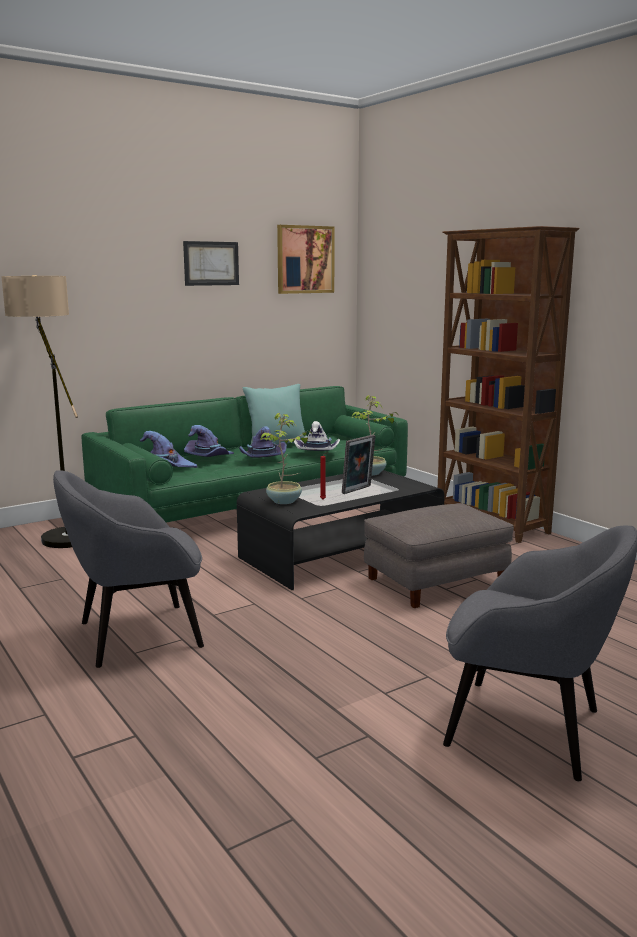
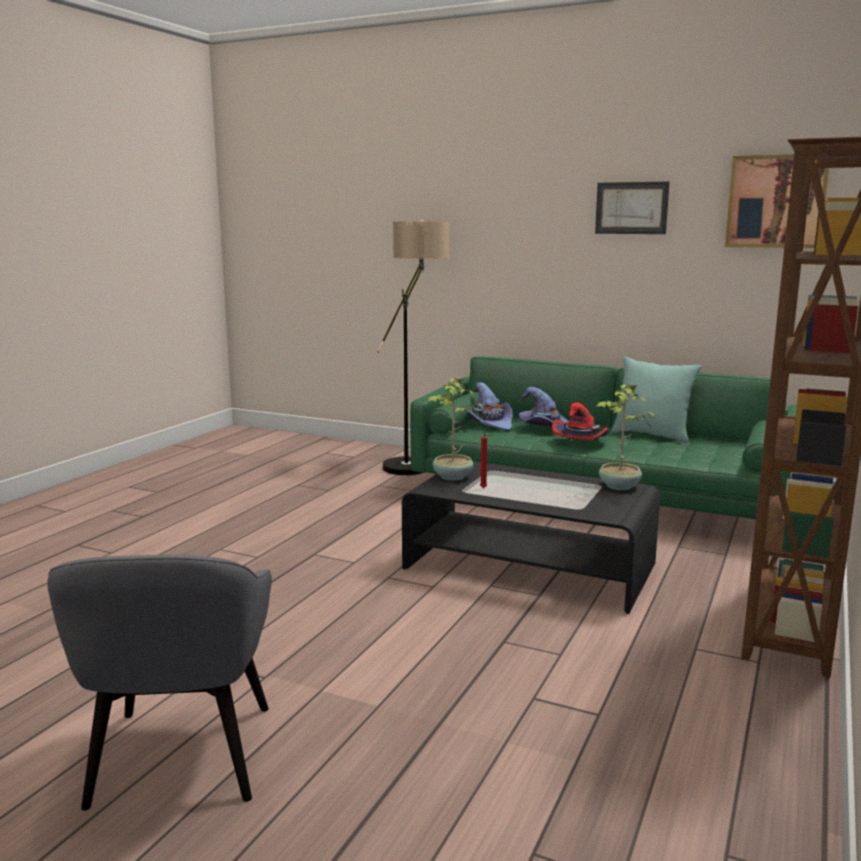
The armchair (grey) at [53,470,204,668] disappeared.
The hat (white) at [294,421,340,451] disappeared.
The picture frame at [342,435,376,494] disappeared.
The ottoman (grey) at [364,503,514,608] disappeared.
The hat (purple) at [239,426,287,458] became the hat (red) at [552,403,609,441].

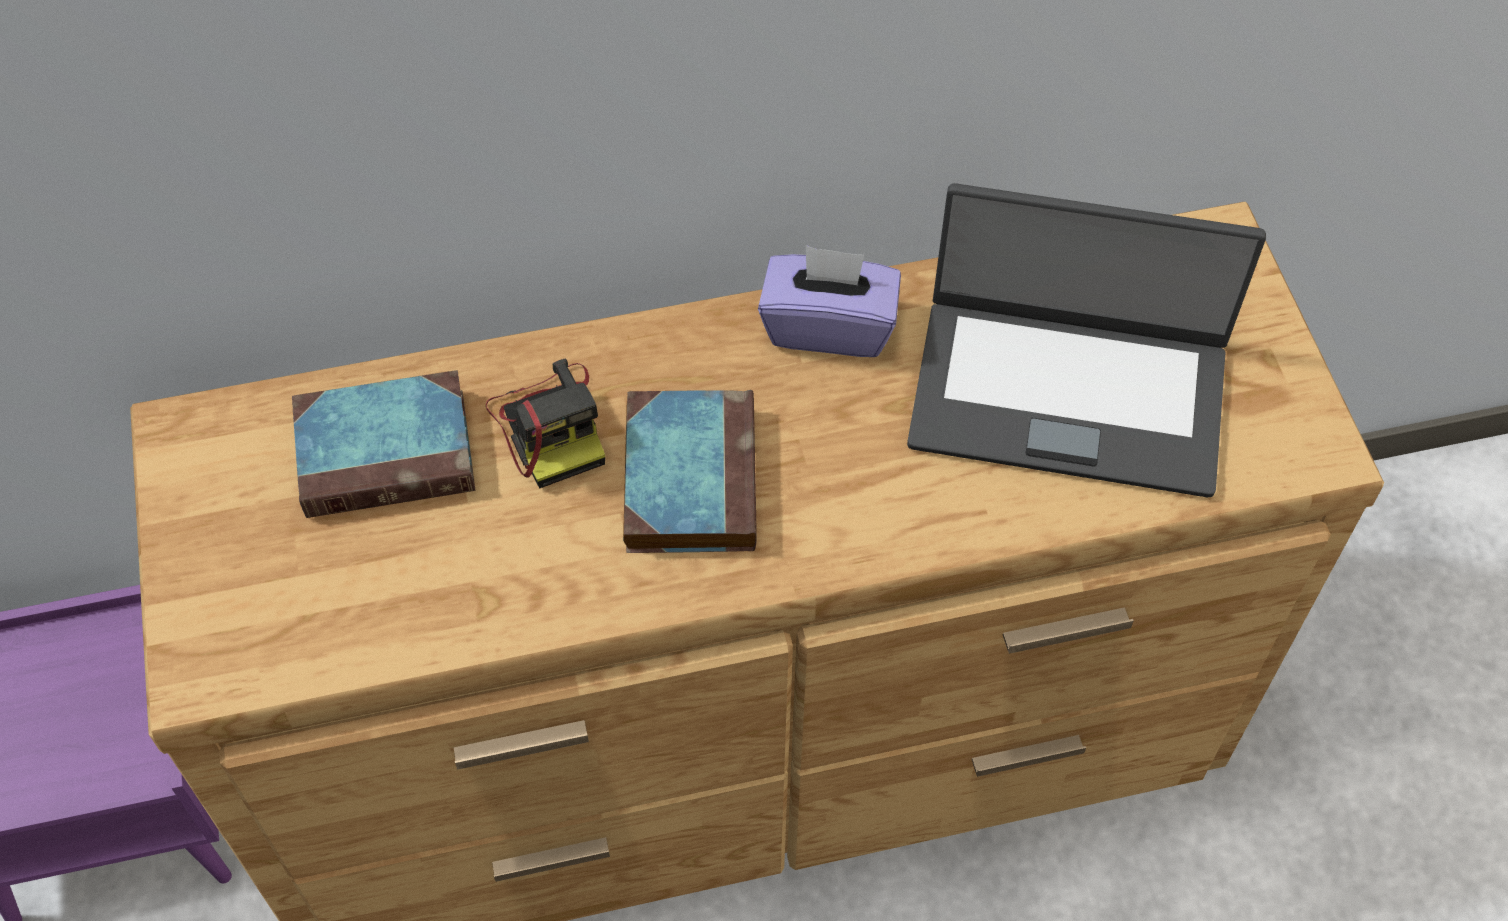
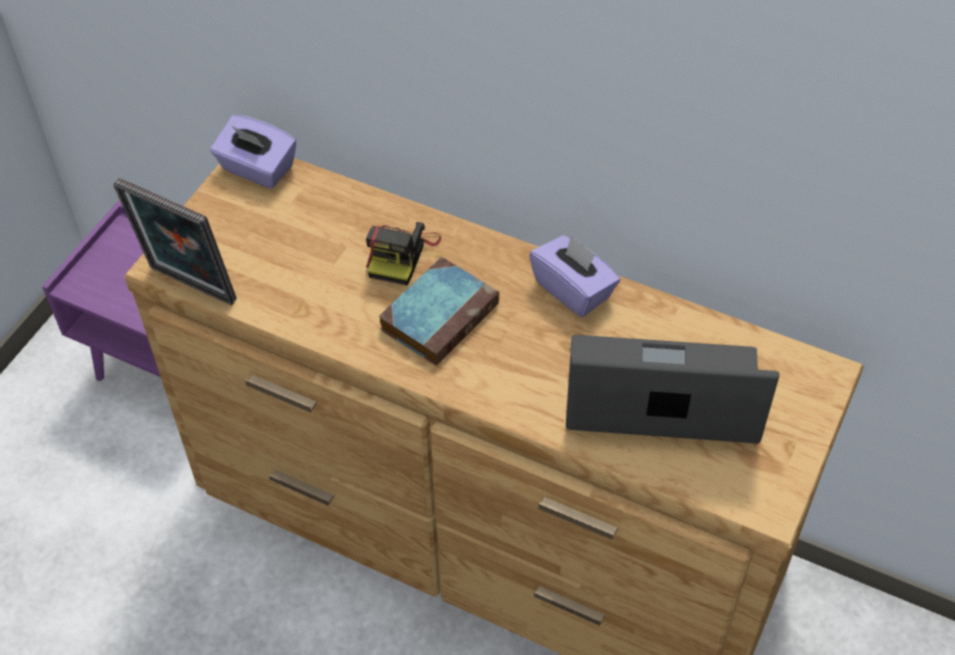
The book at [292,370,475,518] disappeared.
The picture frame at [113,178,237,305] appeared.
The tissue box (purple) at [210,115,296,189] appeared.
The laptop at [907,183,1266,497] turned 135 degrees clockwise.

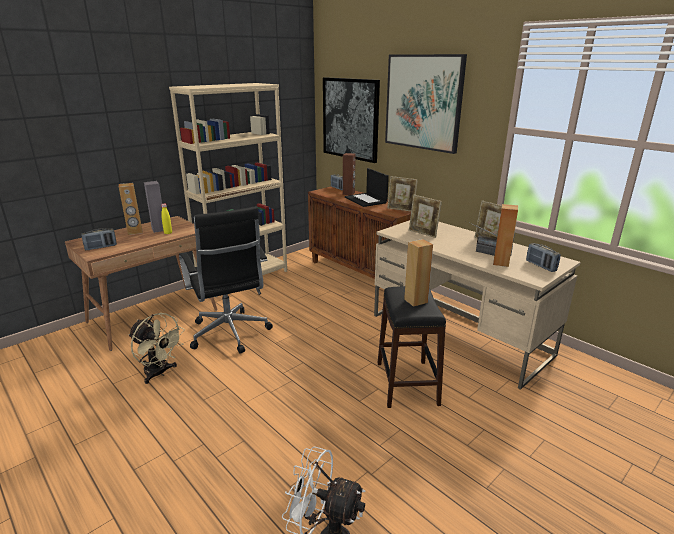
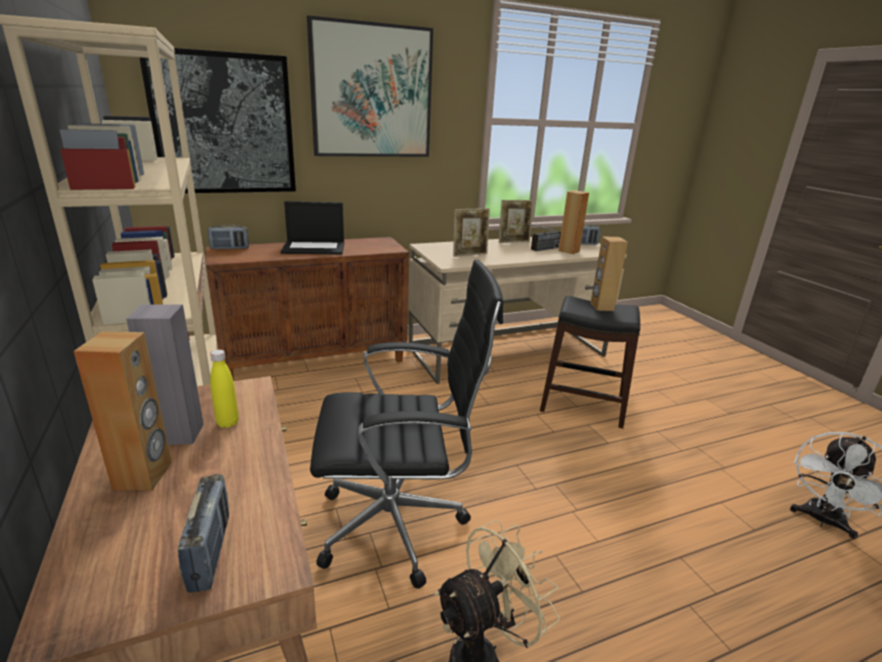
The speaker (brown) at [343,153,356,195] disappeared.
The picture frame at [388,176,418,212] disappeared.

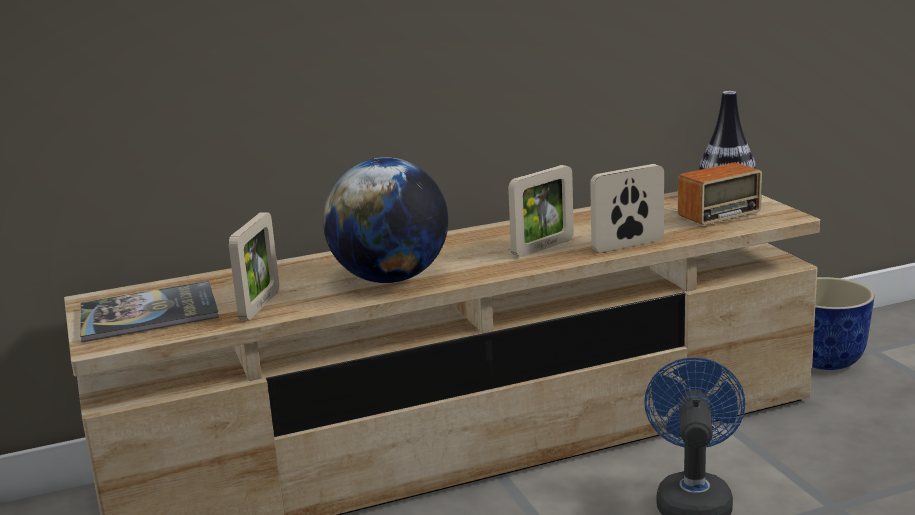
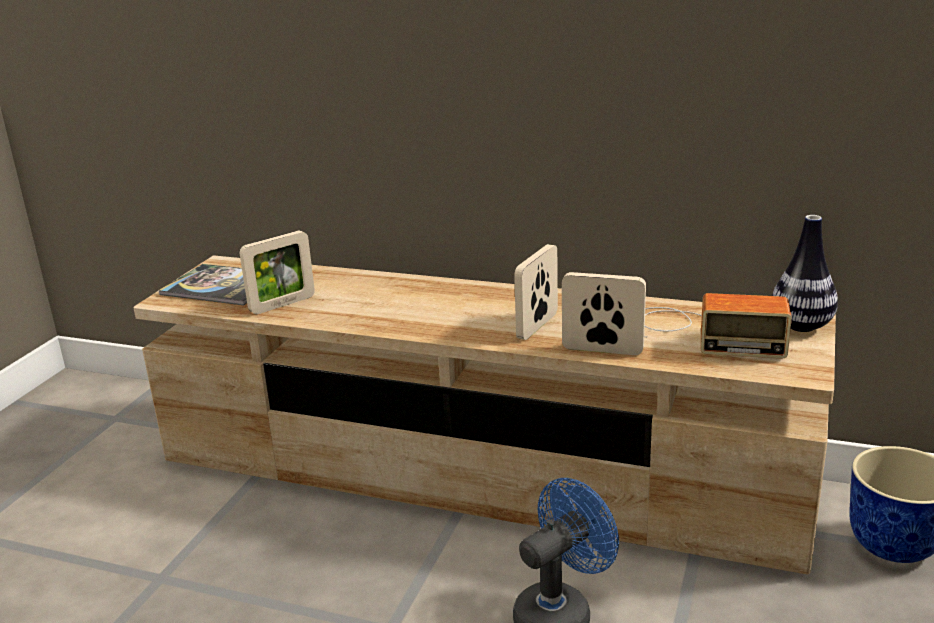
The globe at [323,157,448,283] disappeared.
The picture frame at [508,165,574,257] turned 120 degrees clockwise.

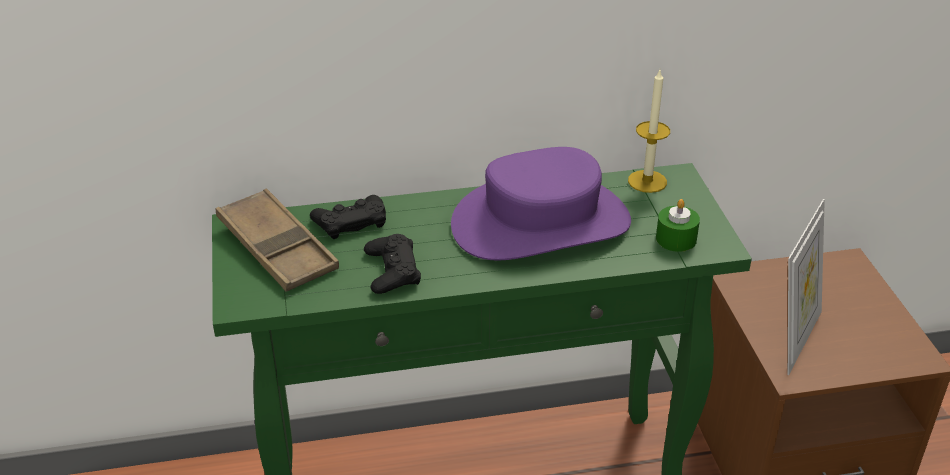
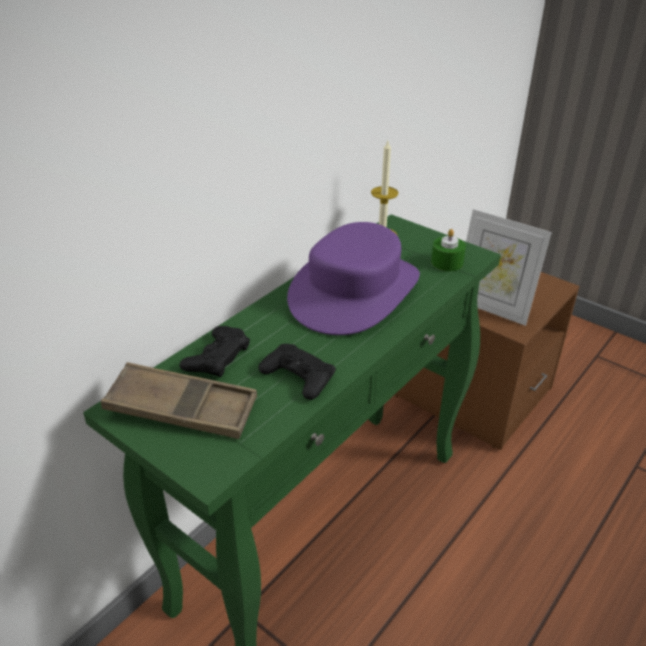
The picture frame at [788,199,825,375] turned 135 degrees clockwise.

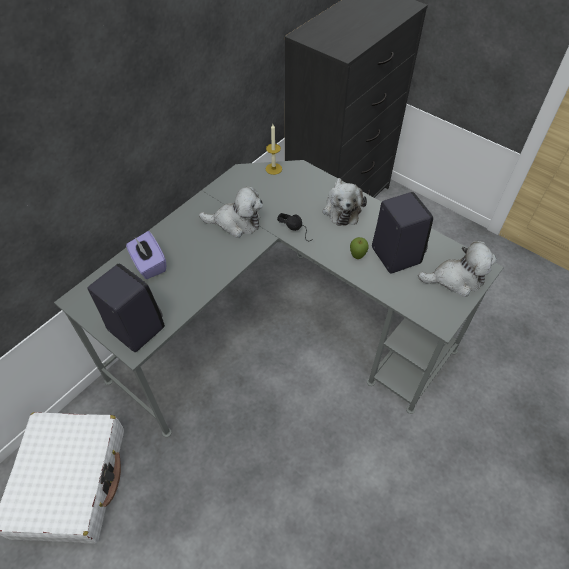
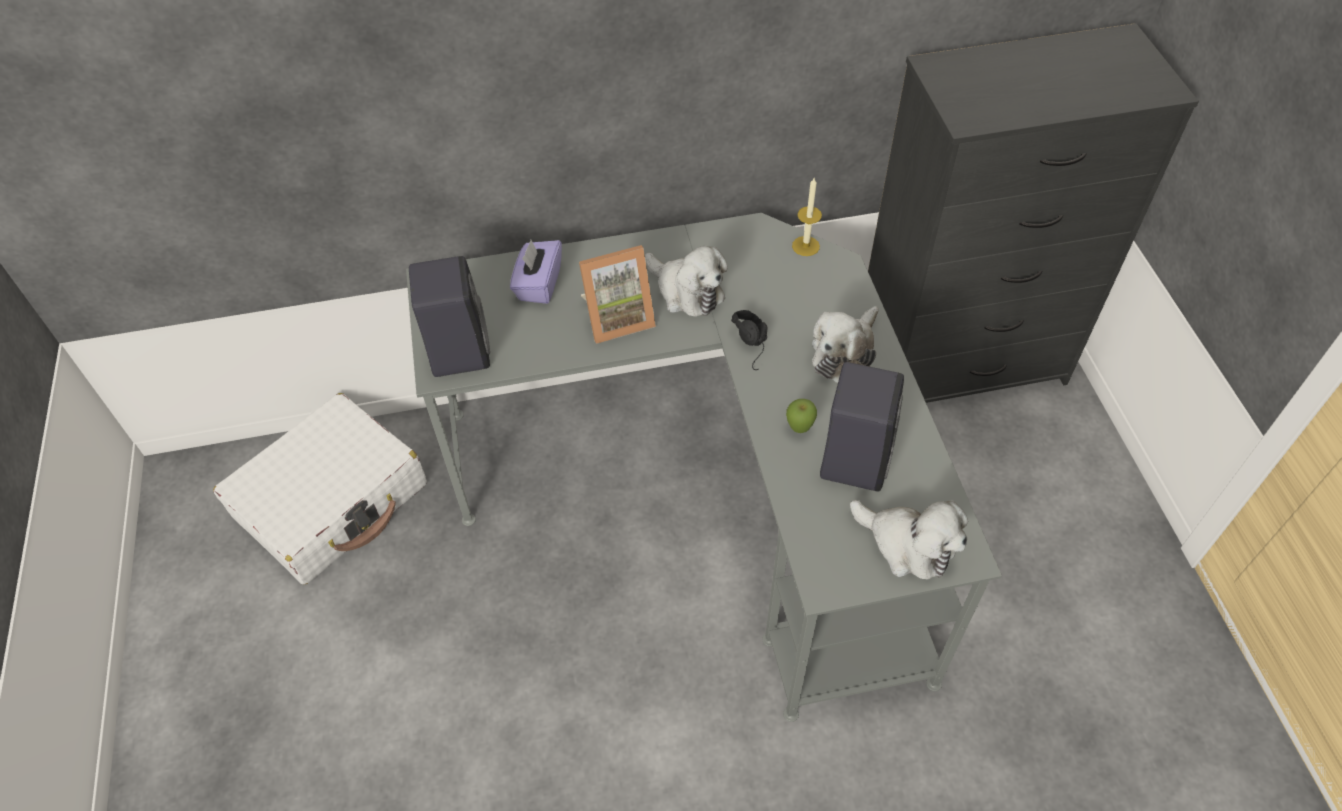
The picture frame at [579,245,656,344] appeared.

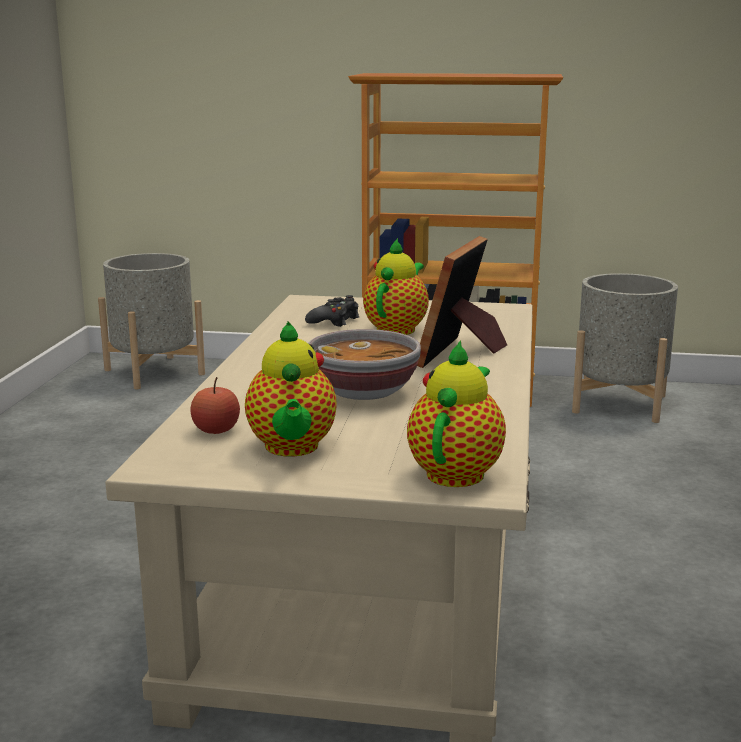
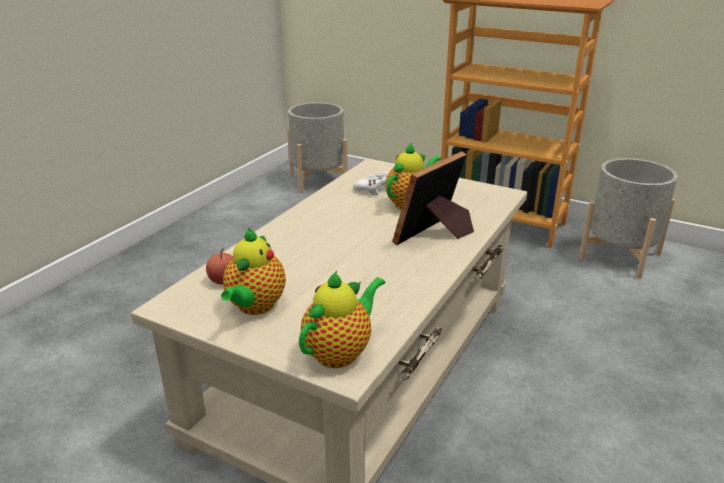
The bowl at [308,329,421,400] disappeared.
The game controller (black) at [305,295,359,327] became the game controller (white) at [353,172,389,195].

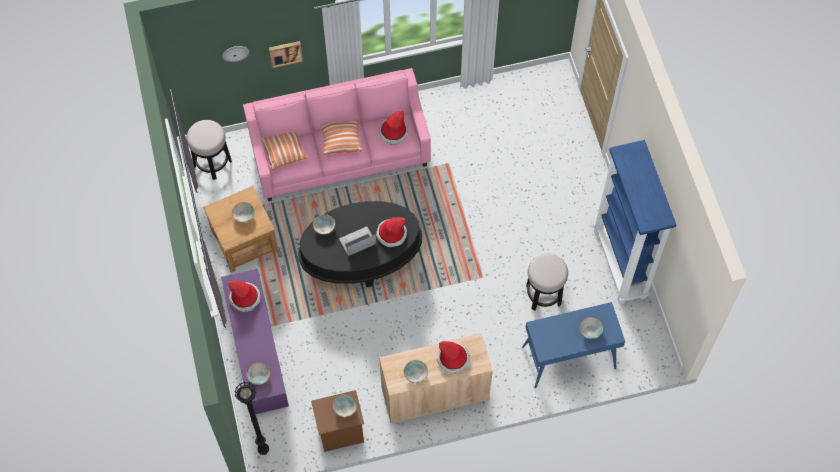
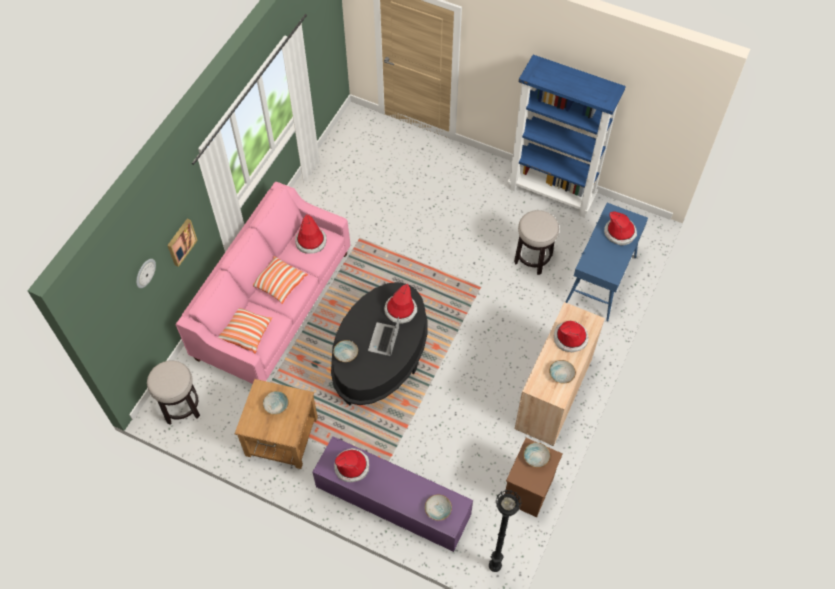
The bowl at [579,317,603,339] was replaced by the hat at [604,211,637,245].

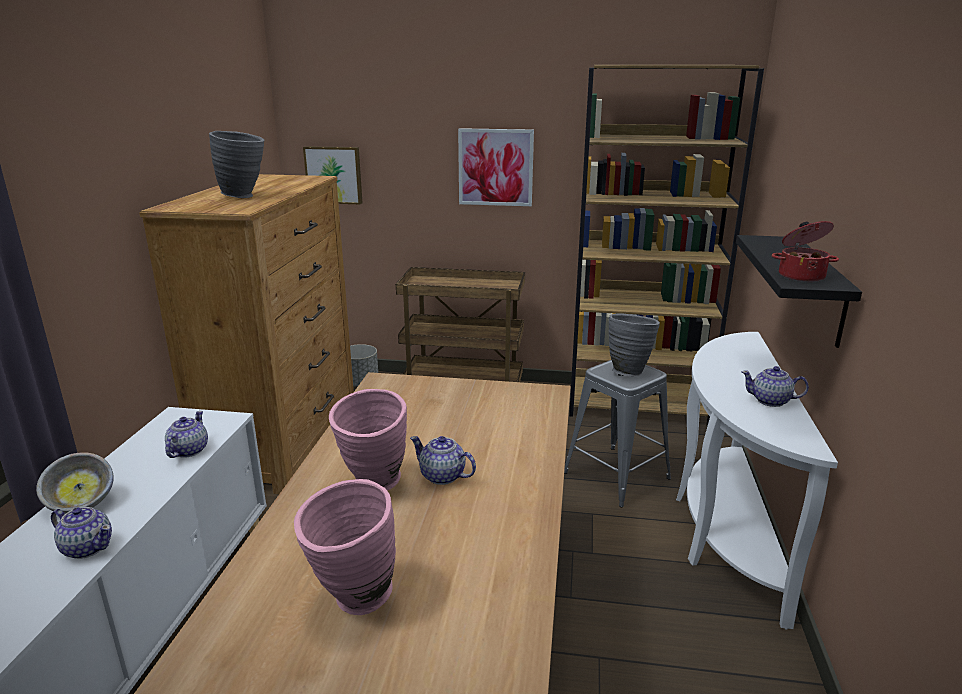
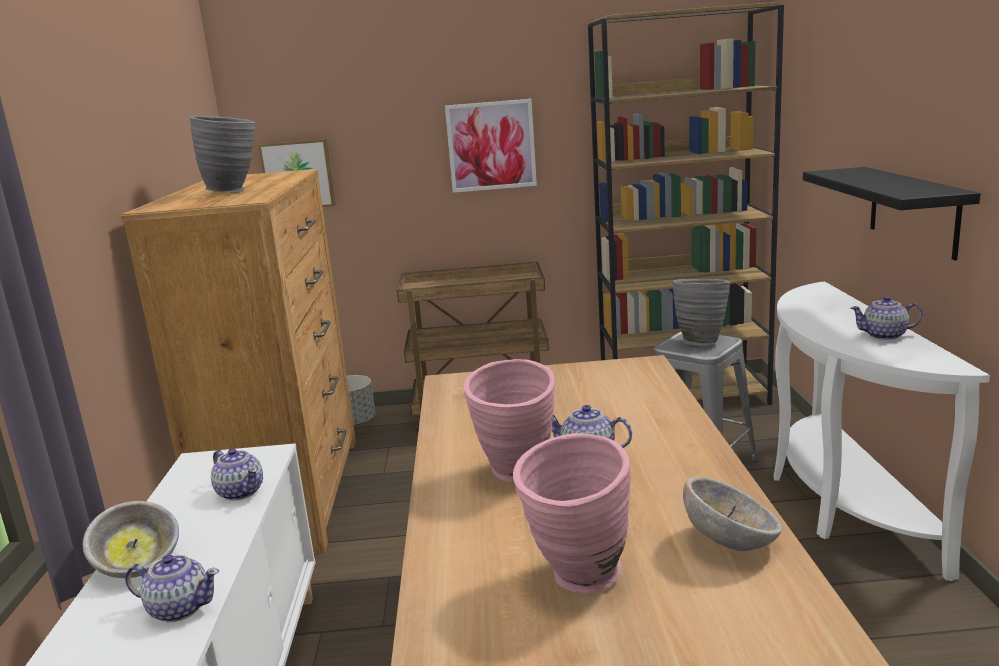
The cooking pot at [772,221,839,282] disappeared.
The bowl at [683,477,782,551] appeared.
The teapot at [165,411,208,458] turned 135 degrees clockwise.

